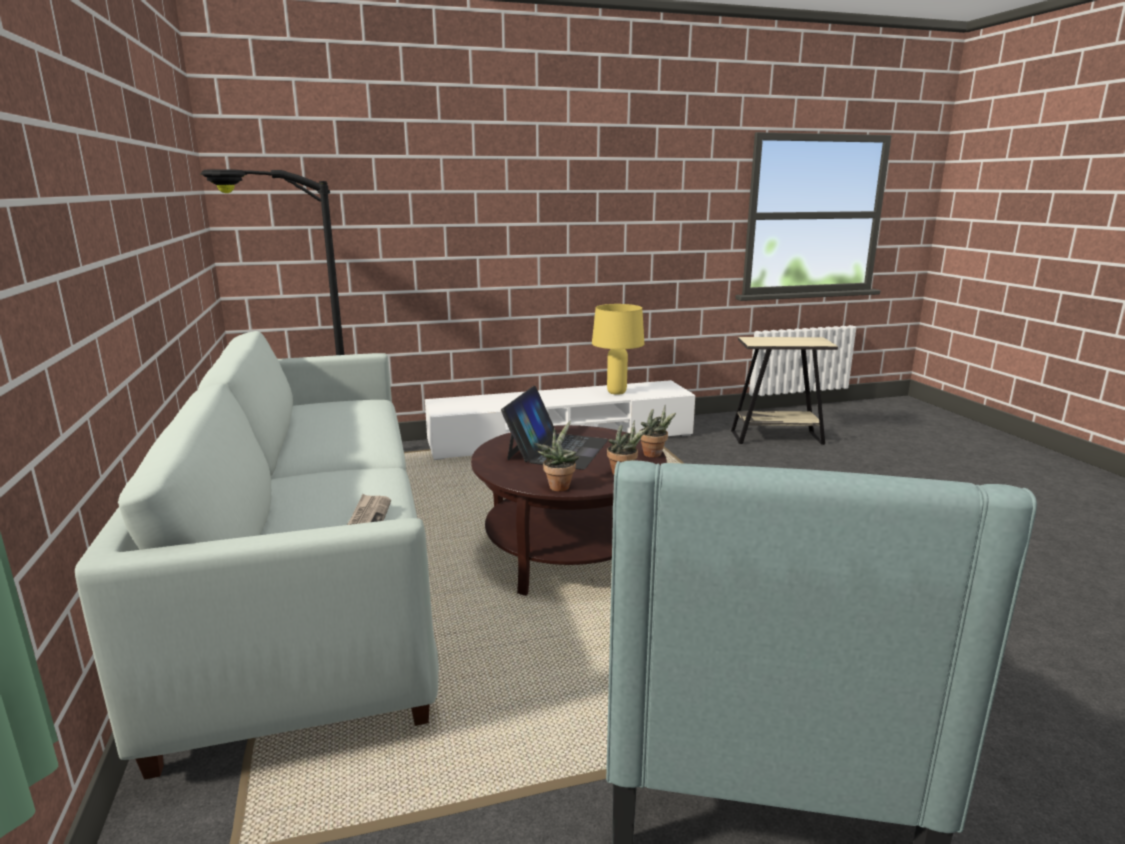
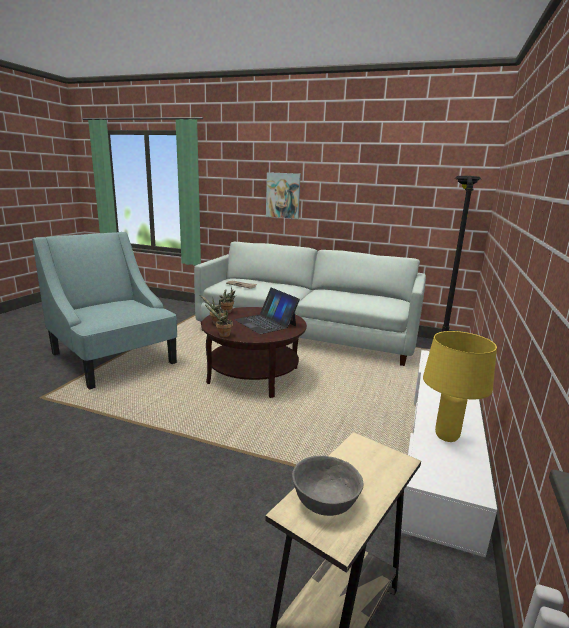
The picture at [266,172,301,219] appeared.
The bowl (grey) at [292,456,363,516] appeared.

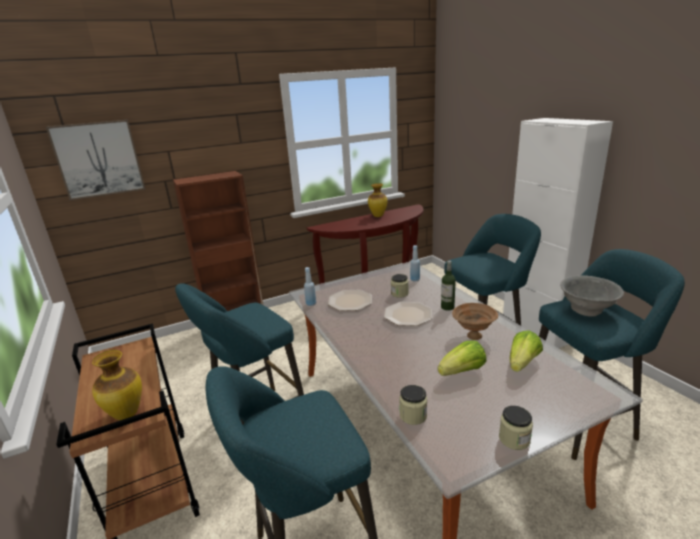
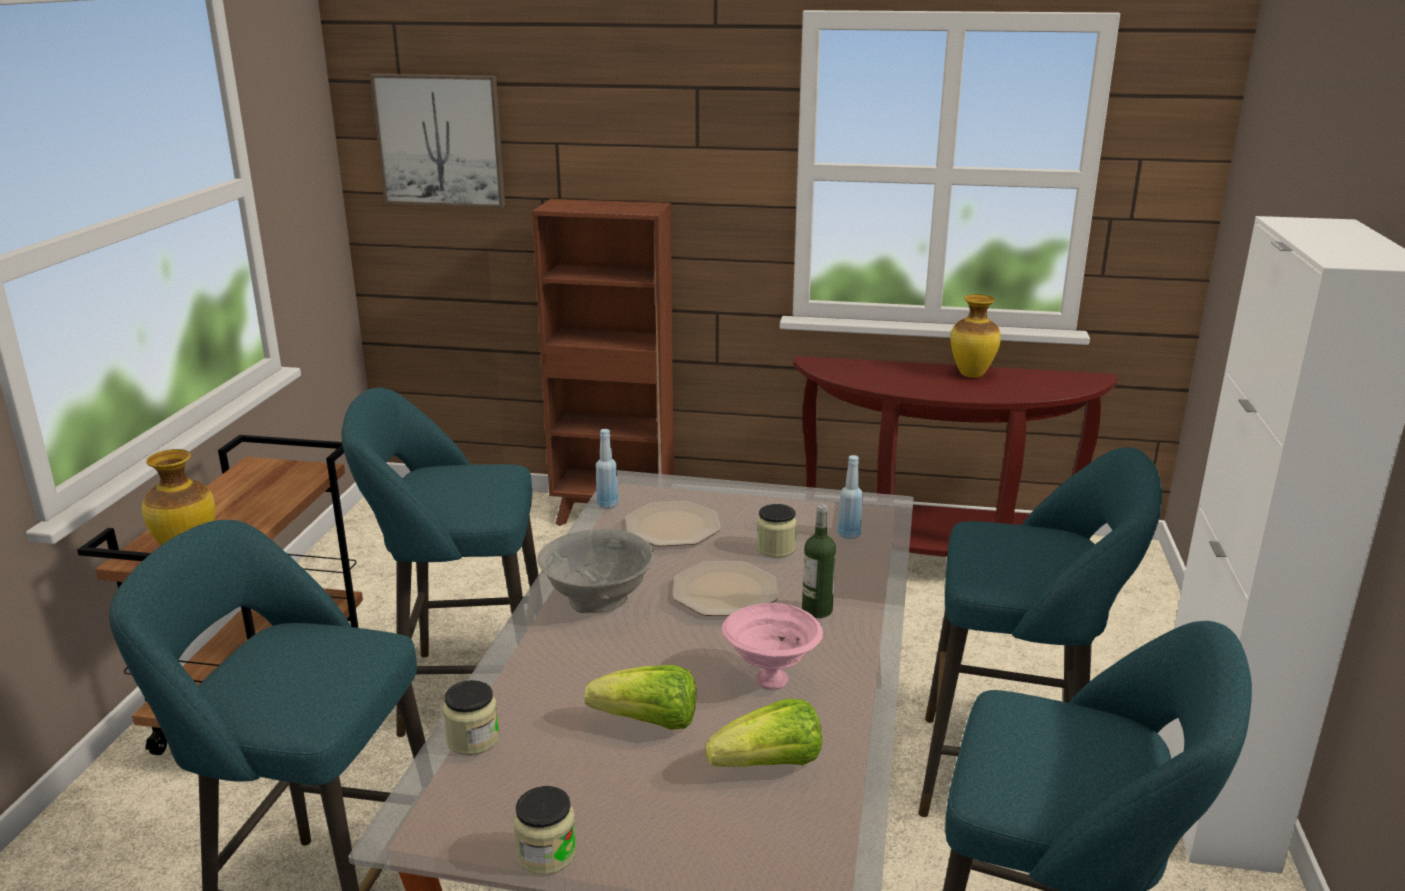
The bowl (grey) moved from [560,275,624,317] to [537,529,654,613].
The bowl (brown) at [452,303,498,340] became the bowl (pink) at [722,603,823,690].

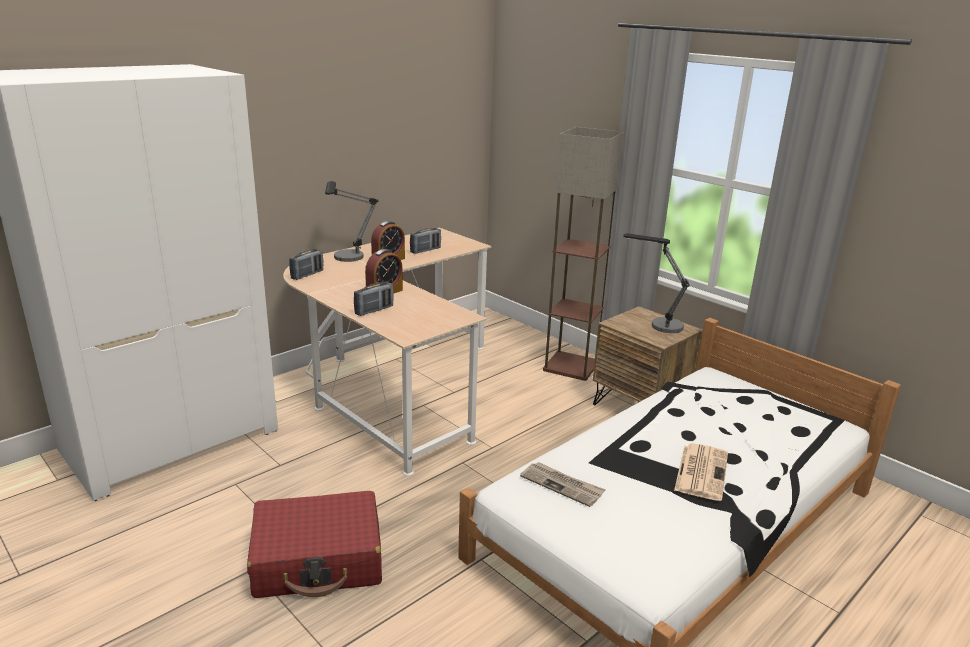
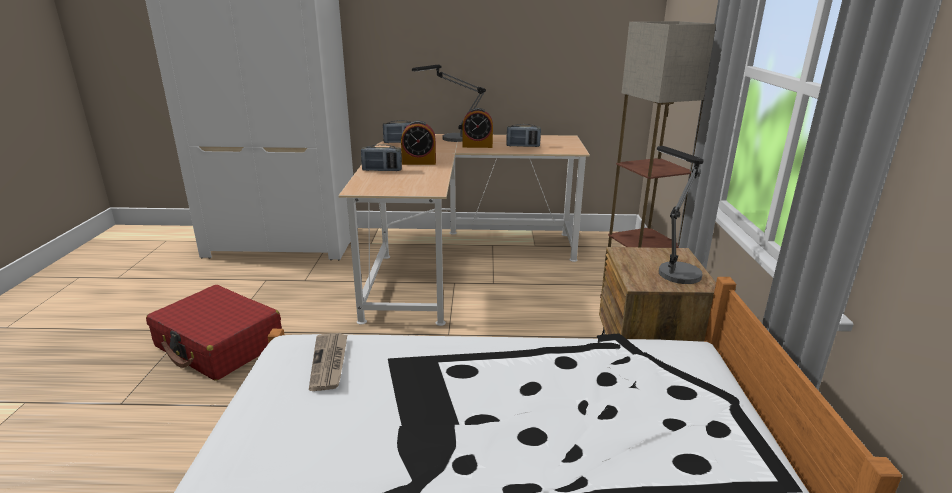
The newspaper at [674,443,728,501] disappeared.

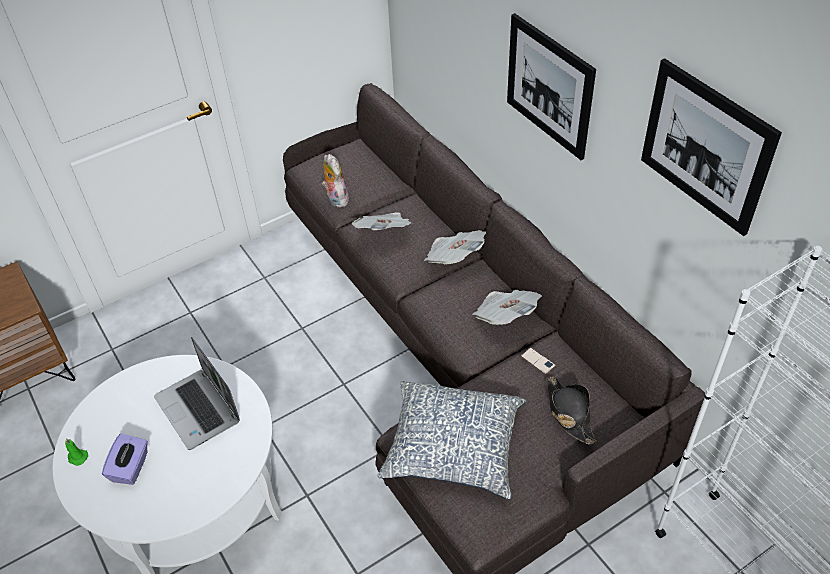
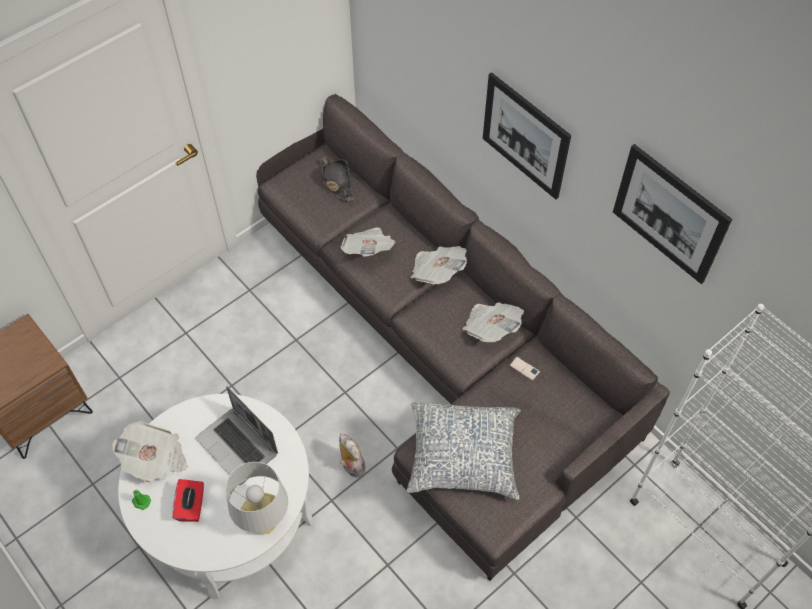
The newspaper at [112,421,188,482] appeared.
The table lamp (grey) at [226,462,288,534] appeared.
The plush toy moved from [322,154,351,207] to [339,433,366,478].
The hat (black) moved from [546,376,597,444] to [320,157,355,201].
The tissue box (purple) at [102,433,148,485] became the tissue box (red) at [173,479,204,522].

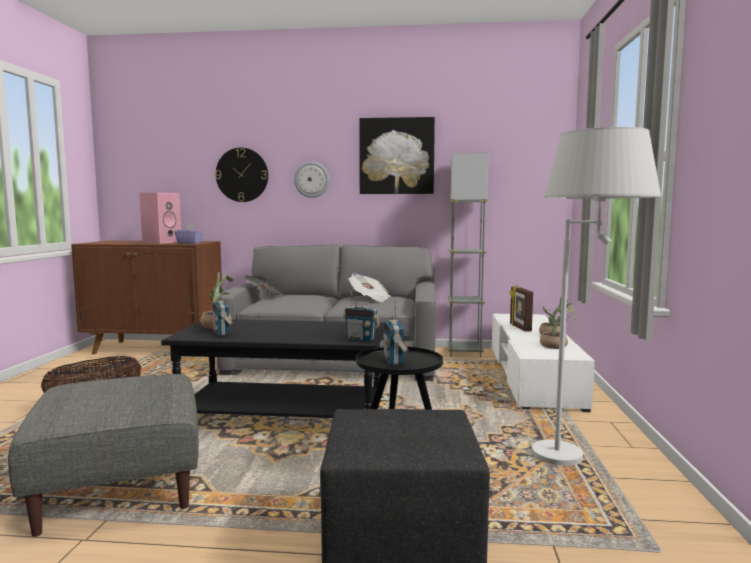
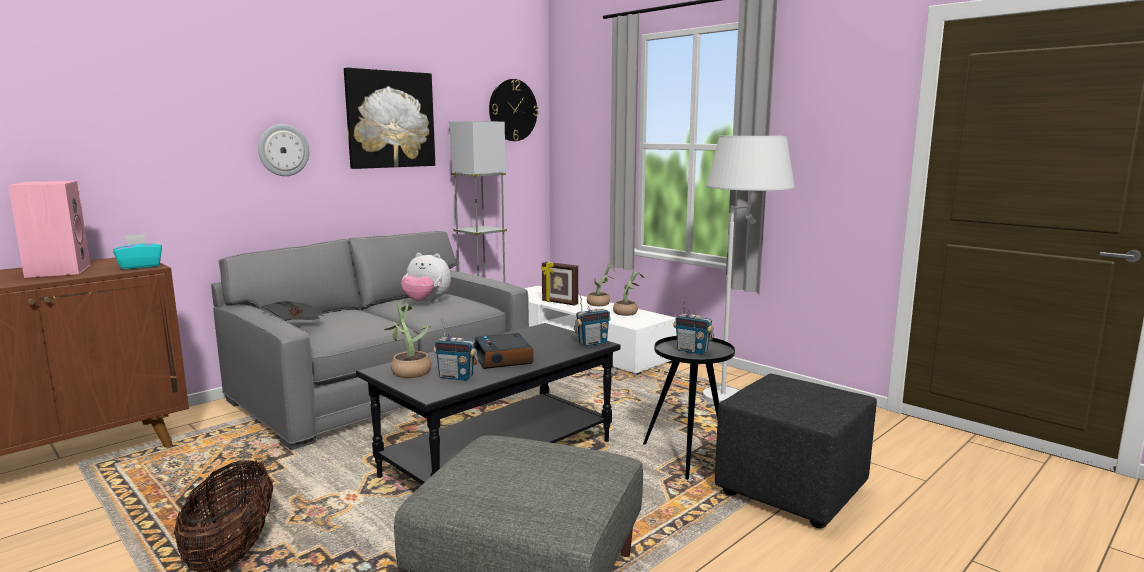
The alarm clock at [475,333,533,369] appeared.
The wall clock moved from [215,148,268,202] to [489,79,538,141].
The newspaper at [348,273,391,302] was replaced by the plush toy at [401,253,451,302].
The tissue box (purple) at [174,225,203,244] became the tissue box (turquoise) at [113,234,162,269].

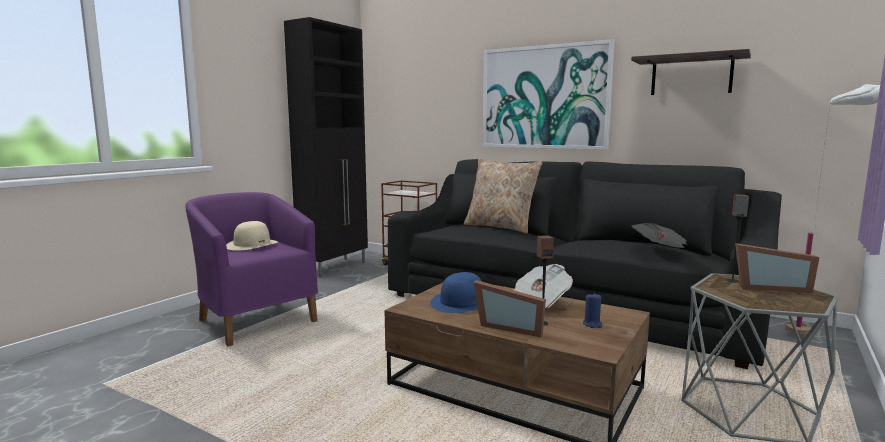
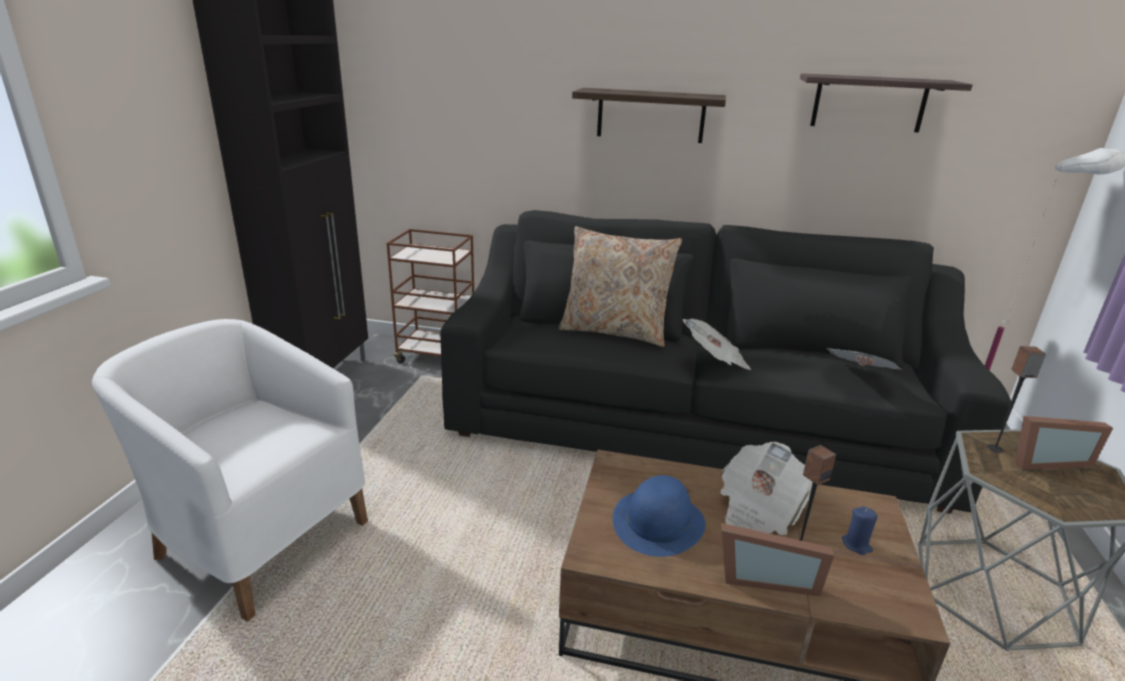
The hat (beige) at [226,221,278,251] disappeared.
The newspaper at [683,319,751,370] appeared.
The picture at [483,39,615,150] was replaced by the shelf at [572,88,726,143].
The armchair (purple) at [185,192,318,347] became the armchair (white) at [92,319,368,622].

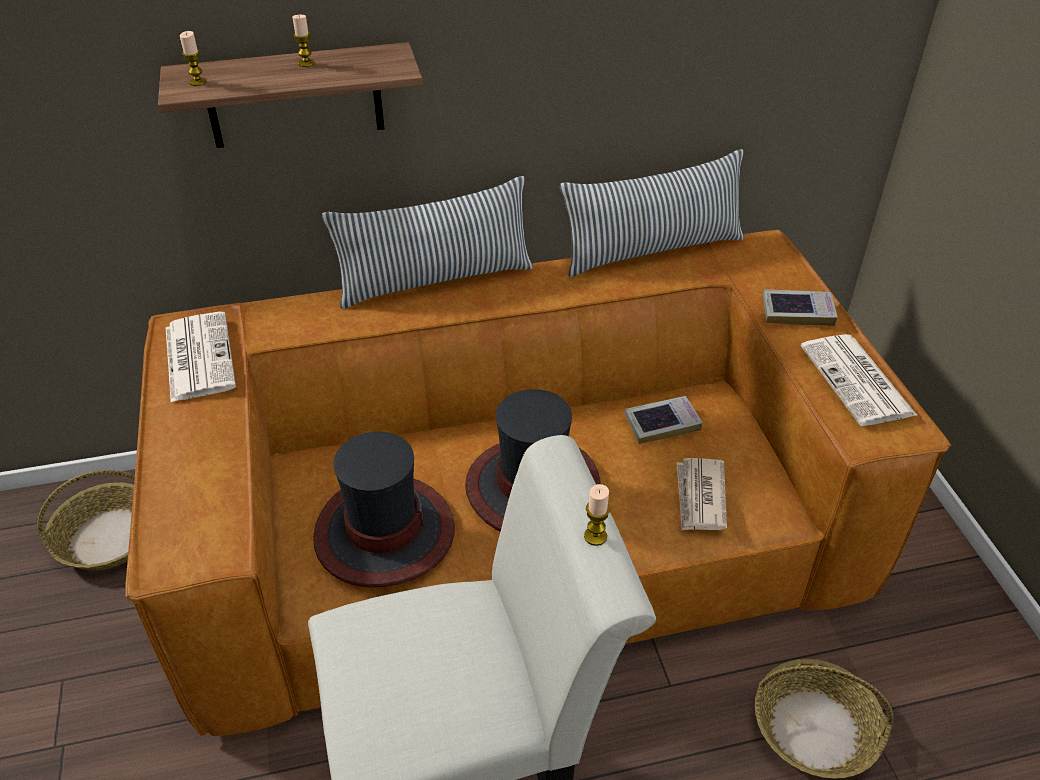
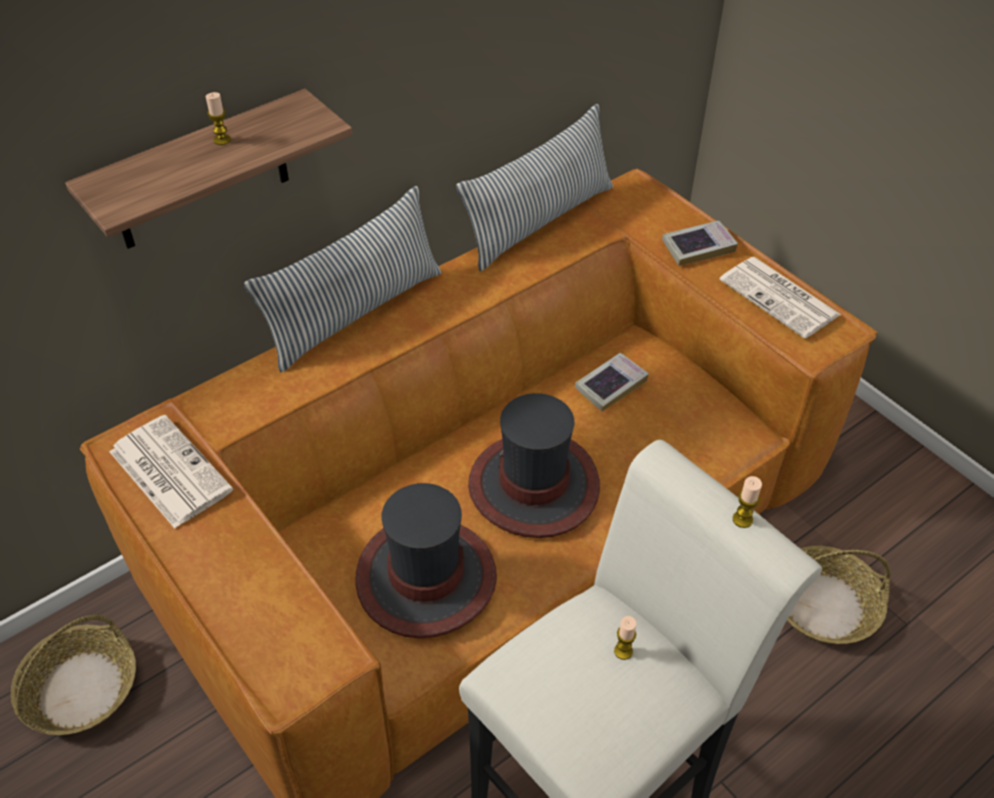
The newspaper at [676,458,727,531] disappeared.
The candle moved from [180,31,206,86] to [614,616,636,660].

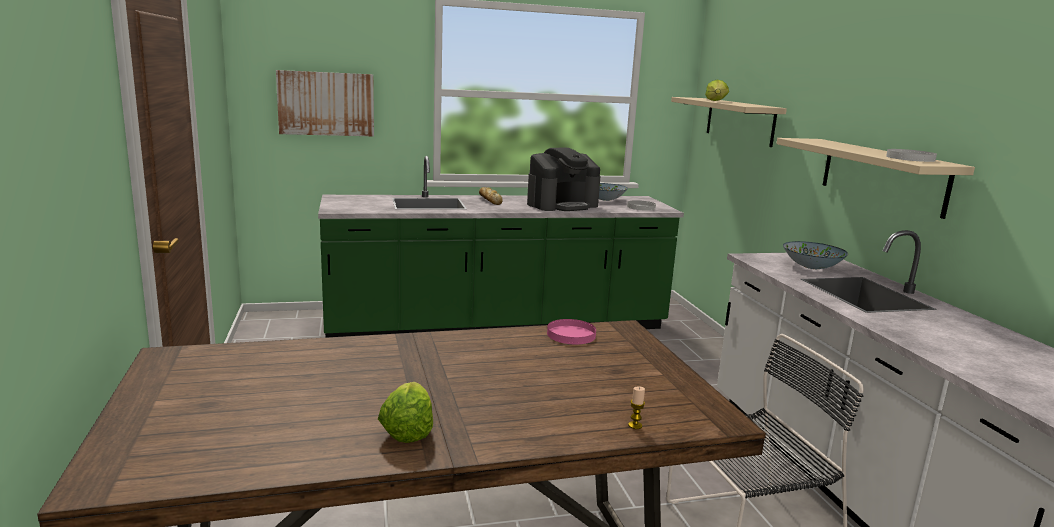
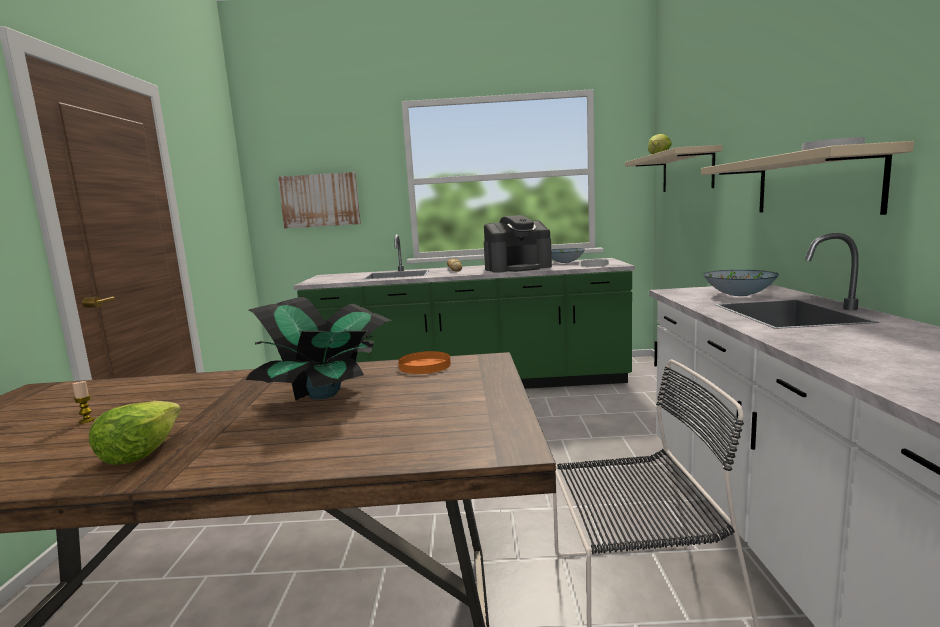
The potted plant at [245,296,392,400] appeared.
The candle moved from [628,387,645,429] to [72,381,95,423].
The plate (pink) at [547,319,596,344] became the plate (orange) at [398,351,451,374].

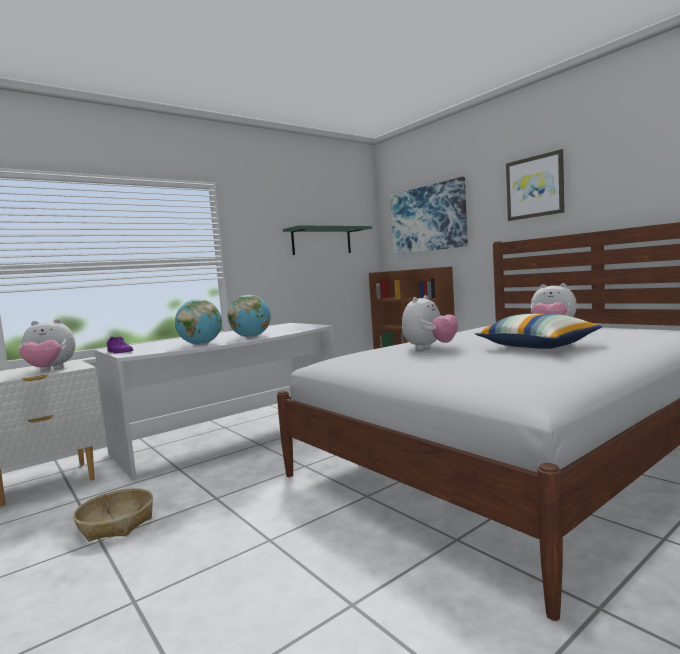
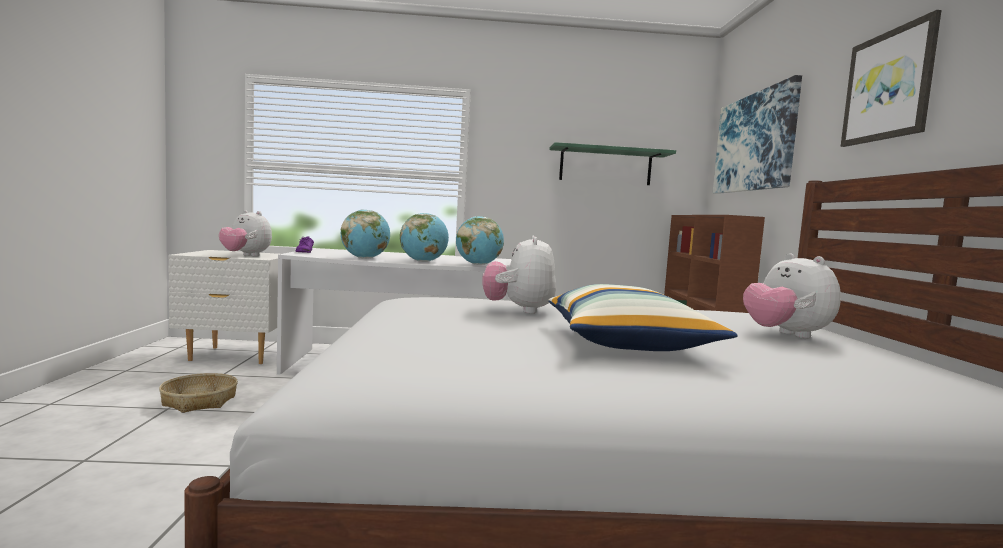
The globe at [456,216,504,265] appeared.
The plush toy at [402,295,458,350] turned 105 degrees clockwise.

